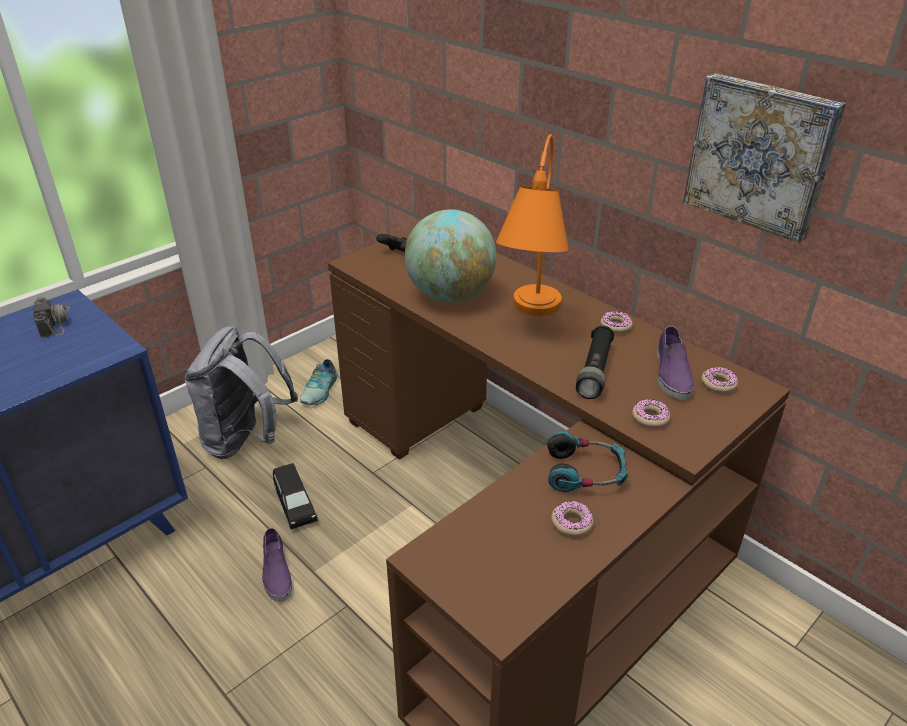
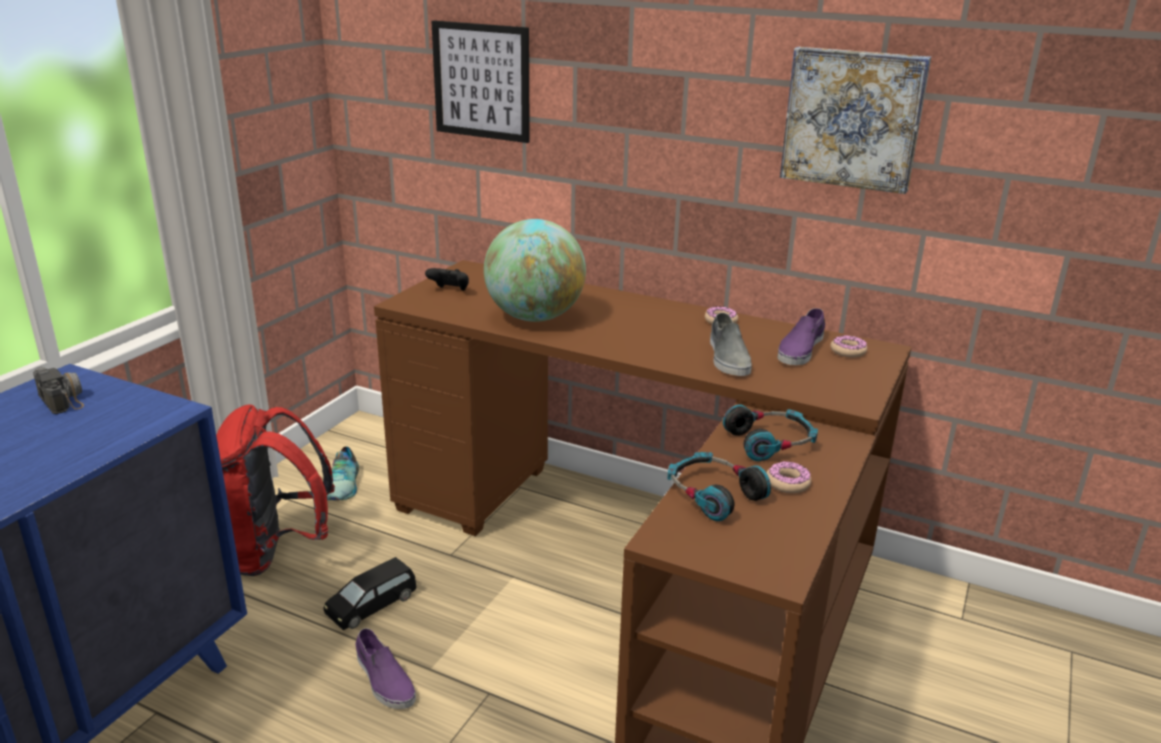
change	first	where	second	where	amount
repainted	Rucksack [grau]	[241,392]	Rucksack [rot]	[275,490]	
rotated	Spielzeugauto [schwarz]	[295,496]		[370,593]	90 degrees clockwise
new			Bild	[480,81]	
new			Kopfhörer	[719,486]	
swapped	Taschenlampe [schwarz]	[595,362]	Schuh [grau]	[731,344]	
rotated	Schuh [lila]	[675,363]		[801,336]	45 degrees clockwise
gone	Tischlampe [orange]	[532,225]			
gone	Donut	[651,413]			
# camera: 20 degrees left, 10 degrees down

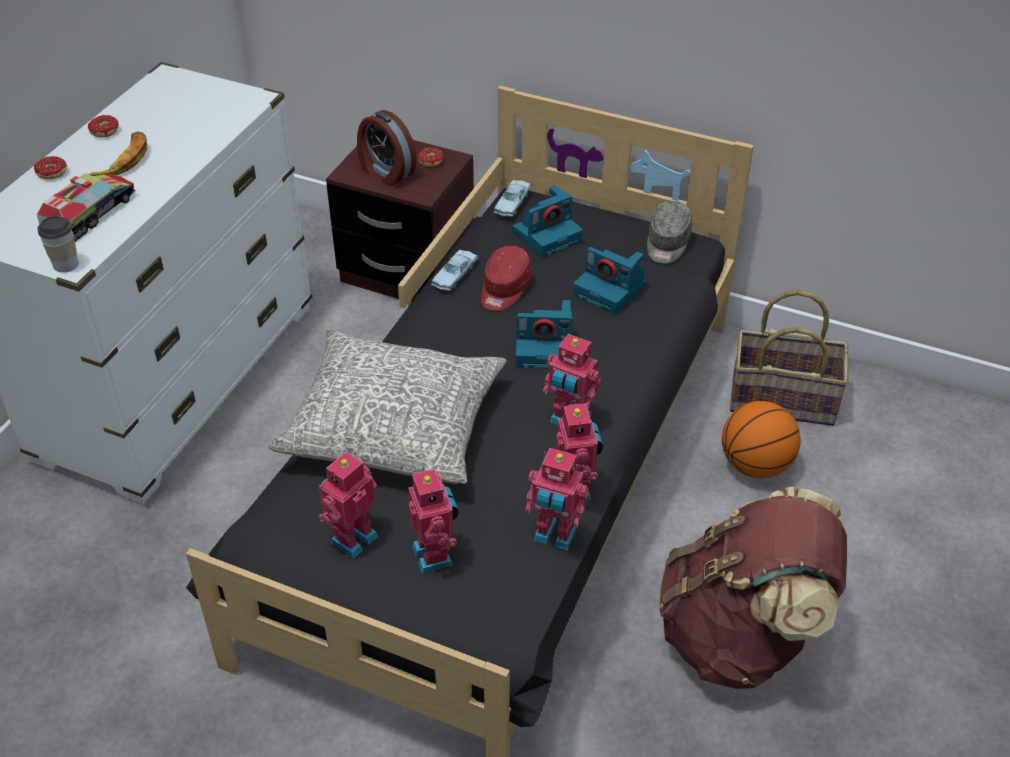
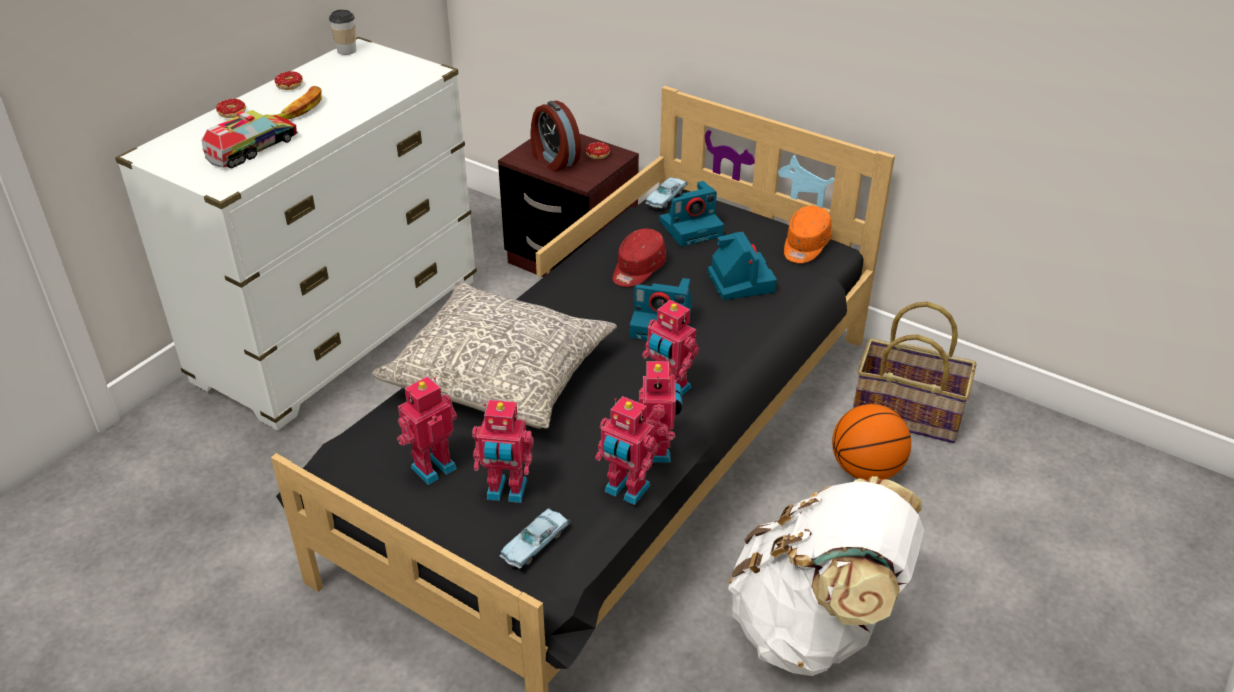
change	first	where	second	where	amount
shifted	Tasse	[58,244]		[342,32]	
rotated	Spielzeugroboter	[434,520]		[503,451]	105 degrees clockwise
shifted	Spielzeugauto [blau]	[455,270]		[535,538]	
rotated	Kamera	[609,281]		[742,266]	150 degrees counterclockwise
repainted	Rucksack [braun]	[753,588]	Rucksack [weiß]	[826,576]	
repainted	Kappe [grau]	[669,232]	Kappe [orange]	[808,234]	
# camera: 10 degrees right, 5 degrees down

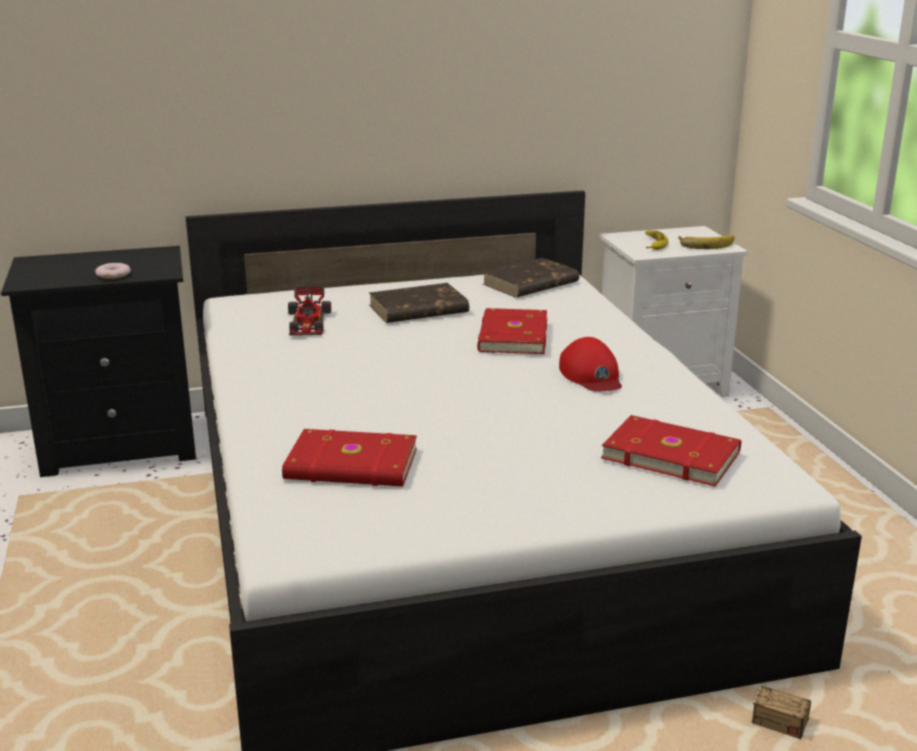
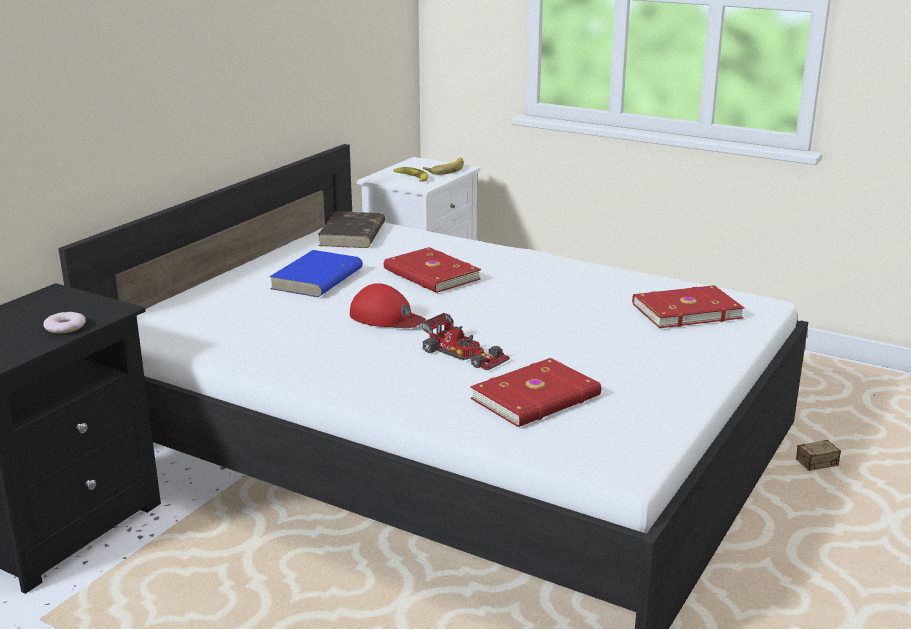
change	first	where	second	where	amount
repainted	Buch [braun]	[419,303]	Buch [blau]	[316,273]	
shifted	Kappe [rot]	[590,364]		[388,305]	
shifted	Spielzeugauto	[309,311]		[466,341]	
# camera: 45 degrees left, 0 degrees up

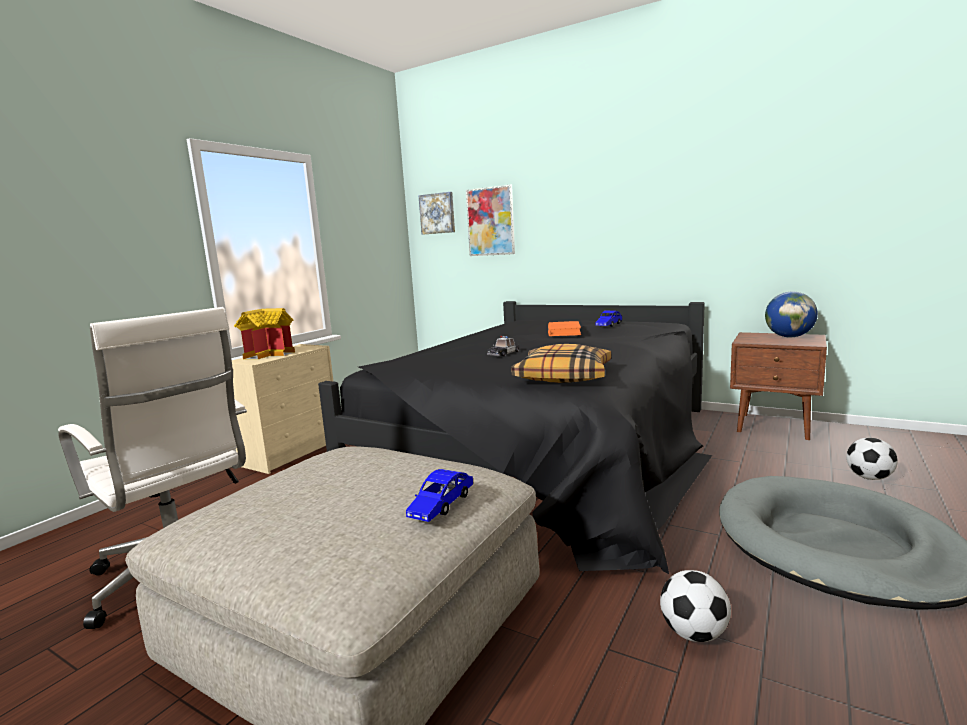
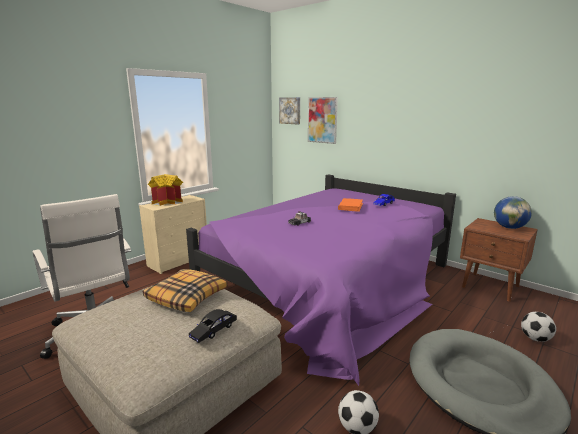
change	first	where	second	where	amount
shifted	Kissen	[561,363]		[185,290]	
repainted	Bett [schwarz]	[515,437]	Bett [lila]	[321,280]	
repainted	Spielzeugauto [blau]	[439,495]	Spielzeugauto [schwarz]	[213,326]	
# camera: 10 degrees right, 5 degrees up

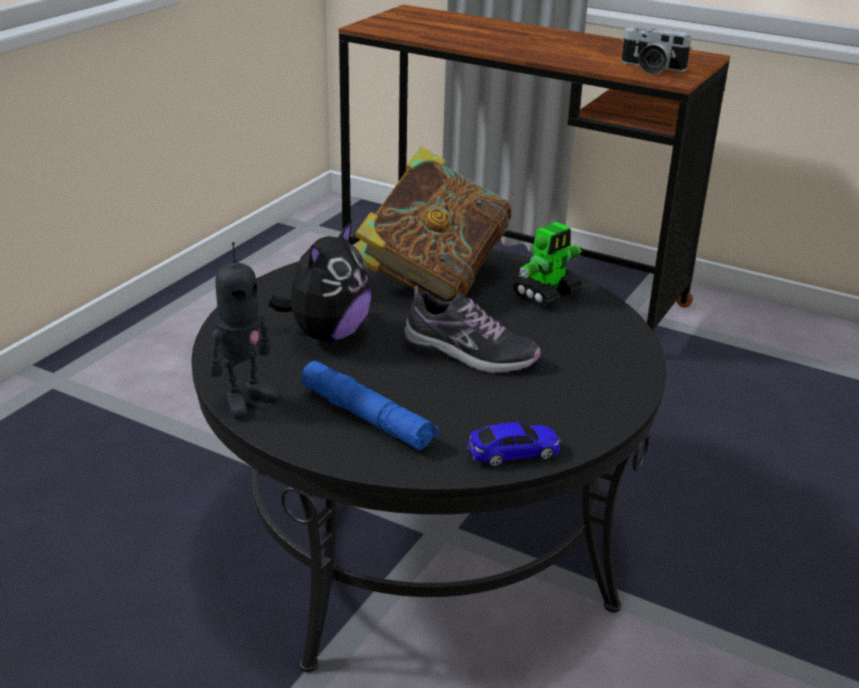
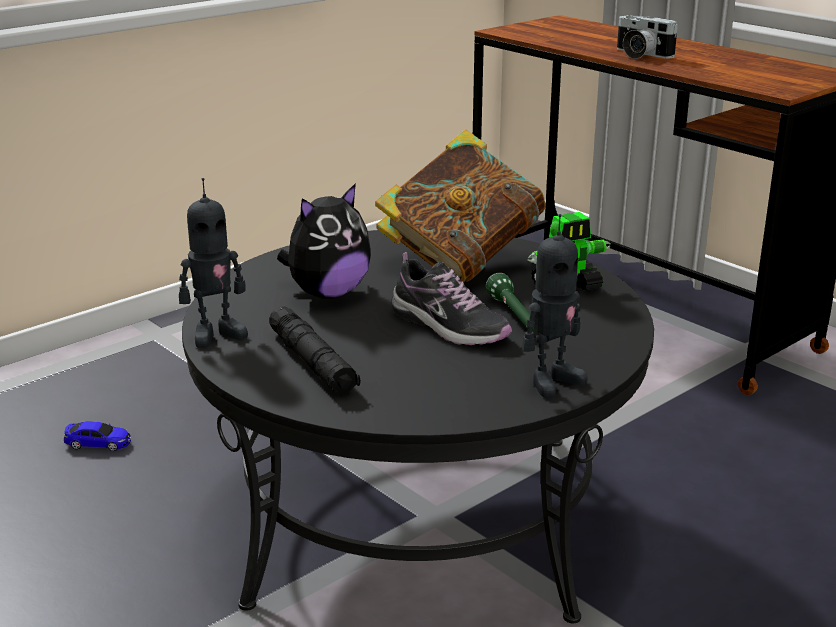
change	first	where	second	where	amount
shifted	Spielzeugauto	[514,444]		[97,436]	
repainted	Taschenlampe [blau]	[370,405]	Taschenlampe [schwarz]	[315,350]	
new			Taschenlampe [grün]	[510,302]	
new			Spielzeugroboter	[555,306]	
shifted	Kamera	[656,50]		[647,37]	
# camera: 20 degrees right, 5 degrees down

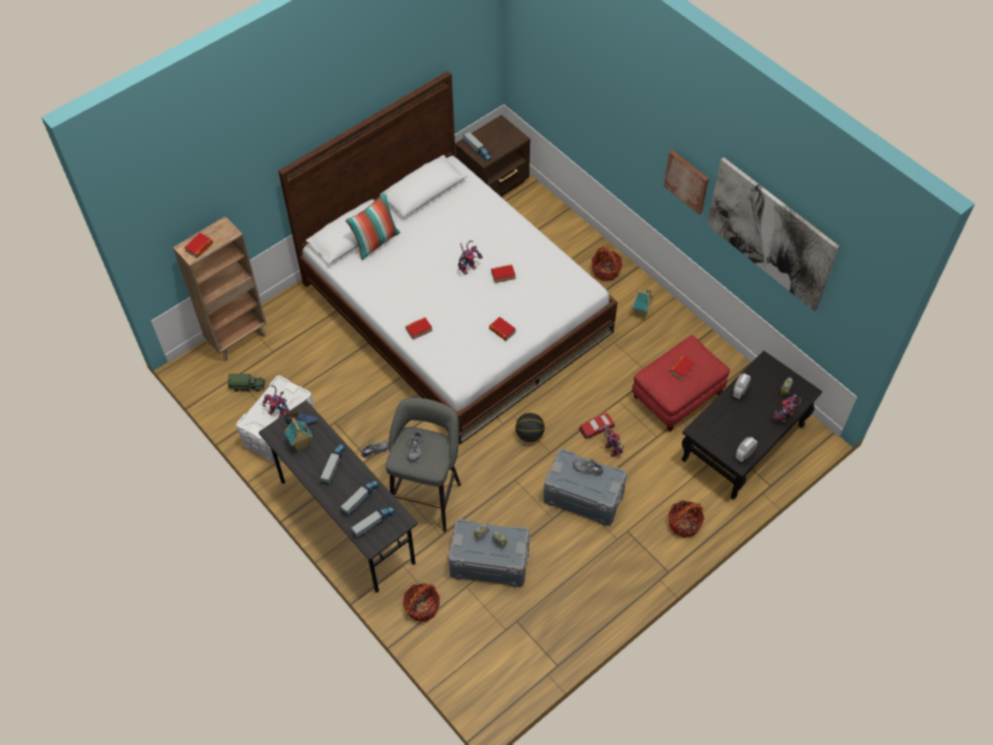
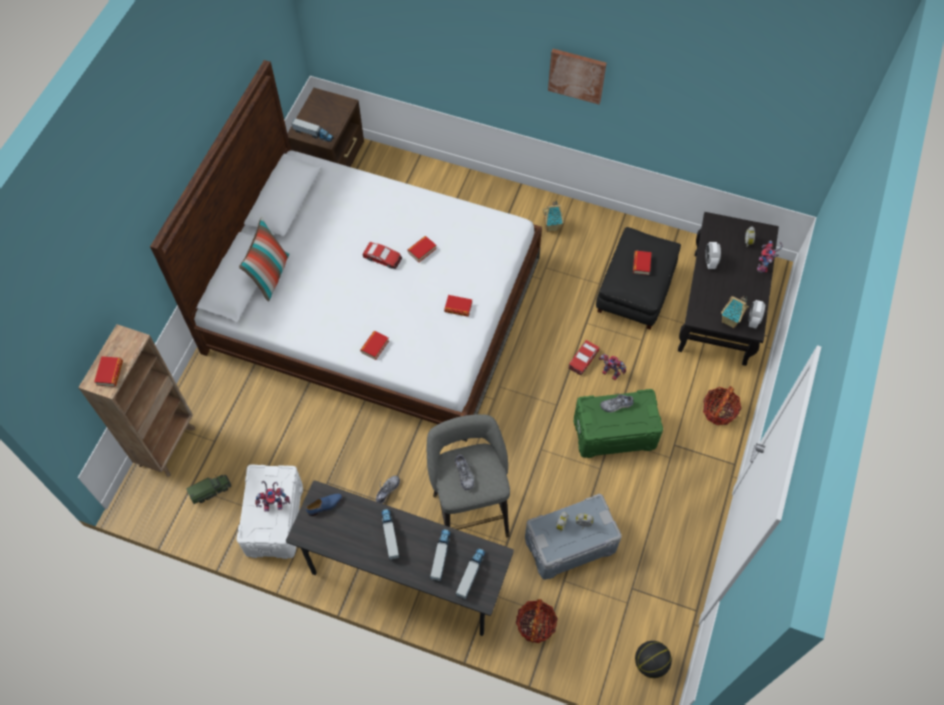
change	first	where	second	where	amount
swapped	Spielzeugroboter	[470,258]	Spielzeugauto	[382,255]	
repainted	Aufbewahrungsbox [grau]	[585,487]	Aufbewahrungsbox [grün]	[618,423]	
repainted	Polsterhocker [rot]	[681,383]	Polsterhocker [schwarz]	[638,278]	
shifted	Basketball	[530,427]		[653,659]	
shifted	Spielzeughaus	[299,435]		[735,312]	
gone	Korb	[607,264]			
gone	Bild	[773,234]			
# camera: 30 degrees left, 5 degrees up

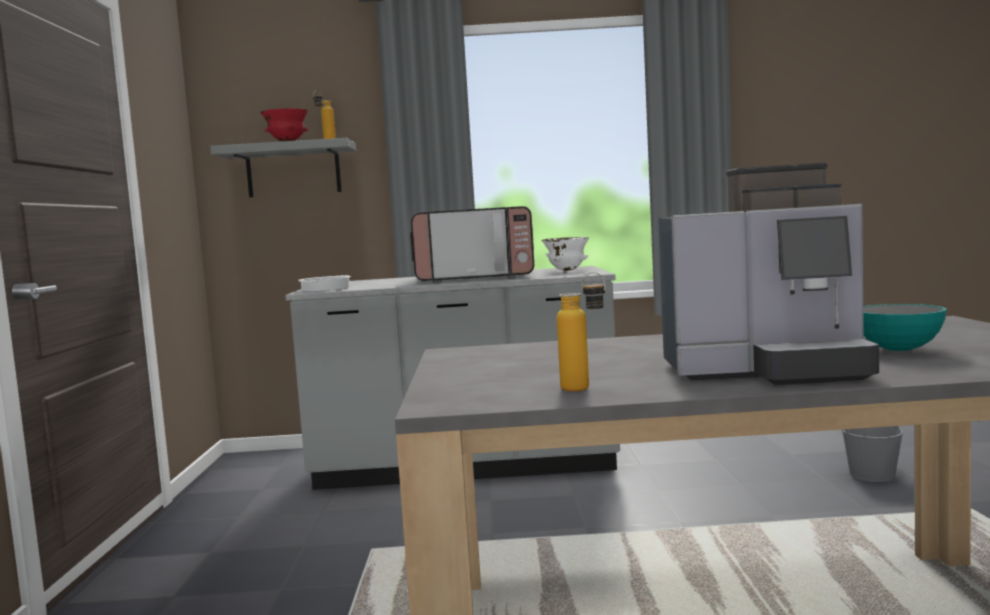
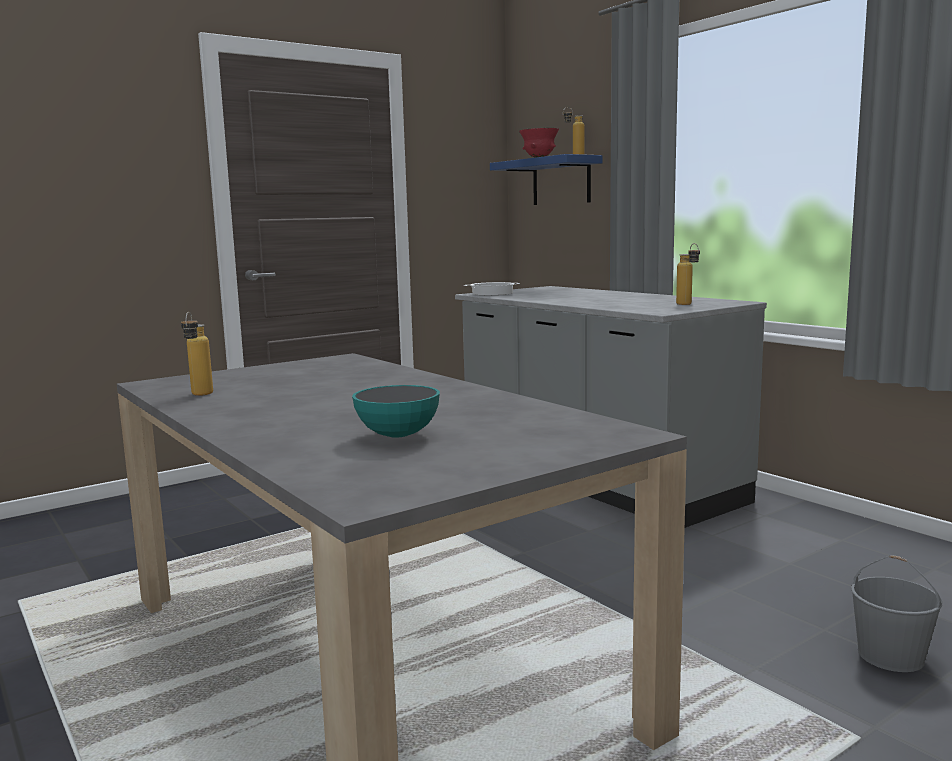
change	first	where	second	where	amount
repainted	Wandregal [grau]	[283,167]	Wandregal [blau]	[546,179]	
swapped	Schüssel [weiß]	[565,254]	Flasche	[688,274]	
gone	Mikrowelle	[472,244]			
gone	Kaffeemaschine	[768,274]			
# camera: 55 degrees right, 5 degrees up

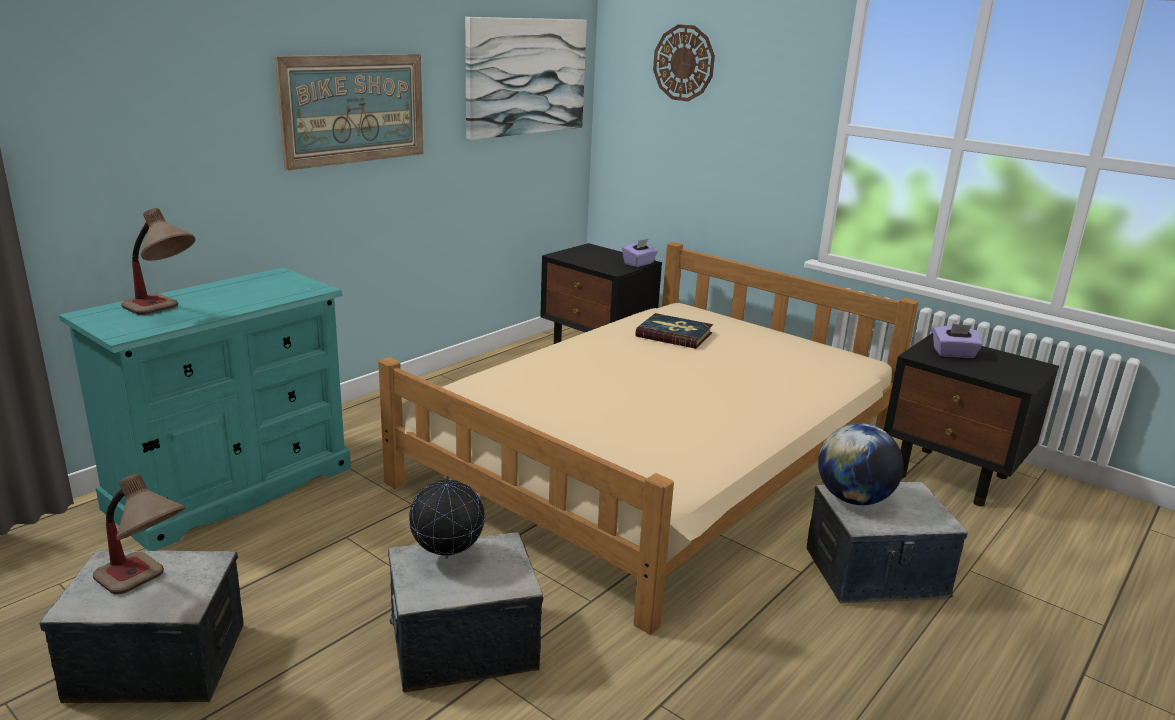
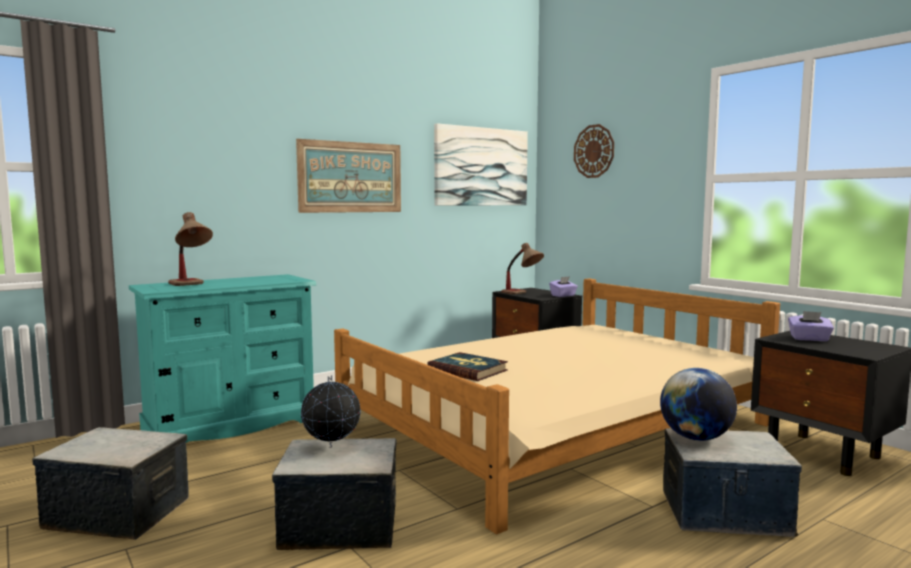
change	first	where	second	where	amount
shifted	Buch	[674,331]		[467,366]	
shifted	Tischlampe	[139,534]		[522,268]	
# camera: 15 degrees right, 15 degrees down

